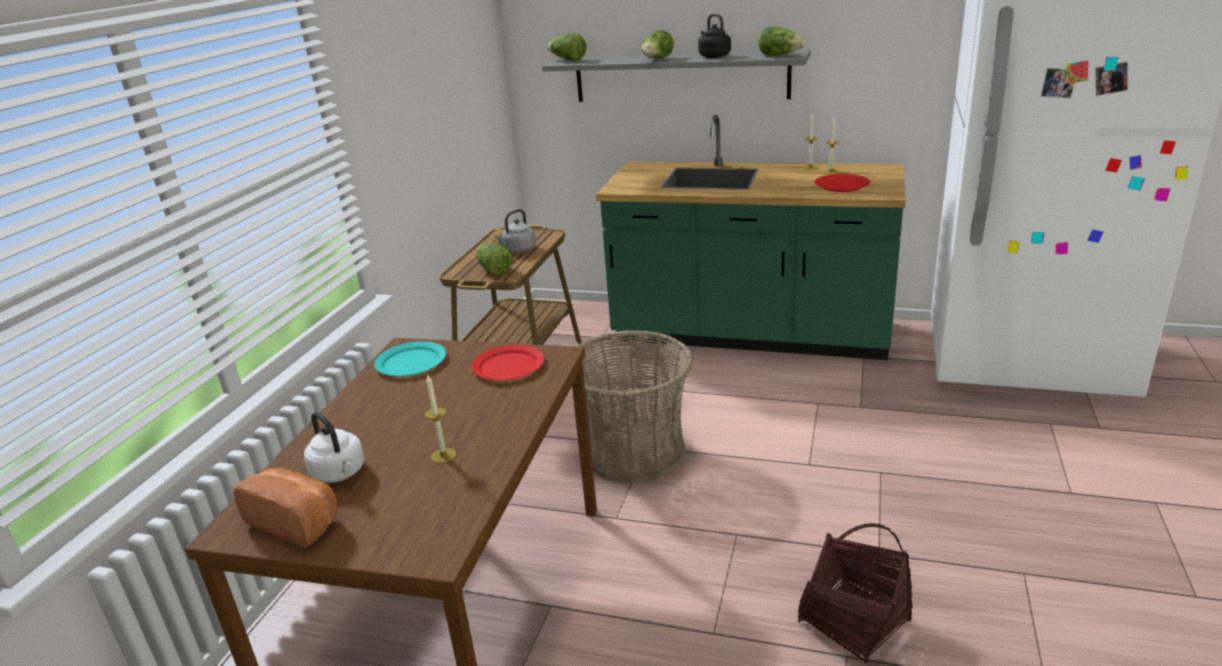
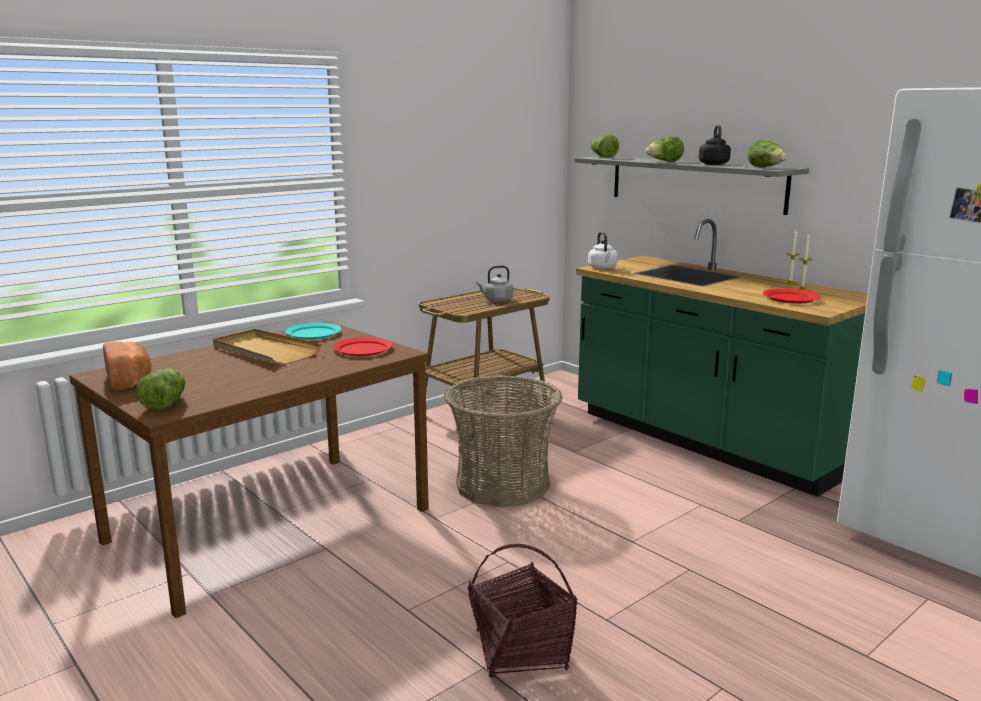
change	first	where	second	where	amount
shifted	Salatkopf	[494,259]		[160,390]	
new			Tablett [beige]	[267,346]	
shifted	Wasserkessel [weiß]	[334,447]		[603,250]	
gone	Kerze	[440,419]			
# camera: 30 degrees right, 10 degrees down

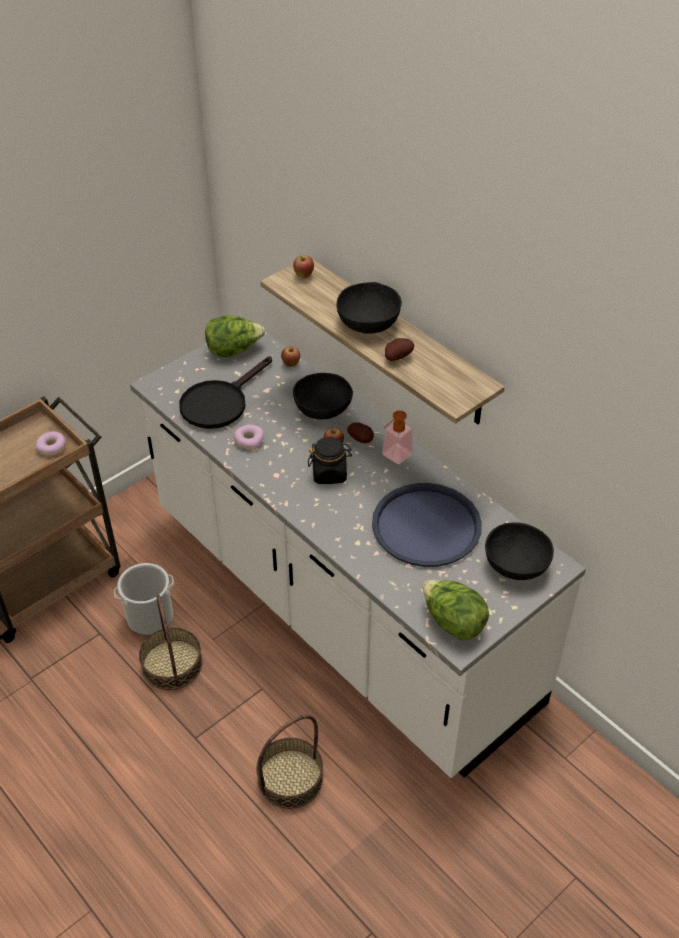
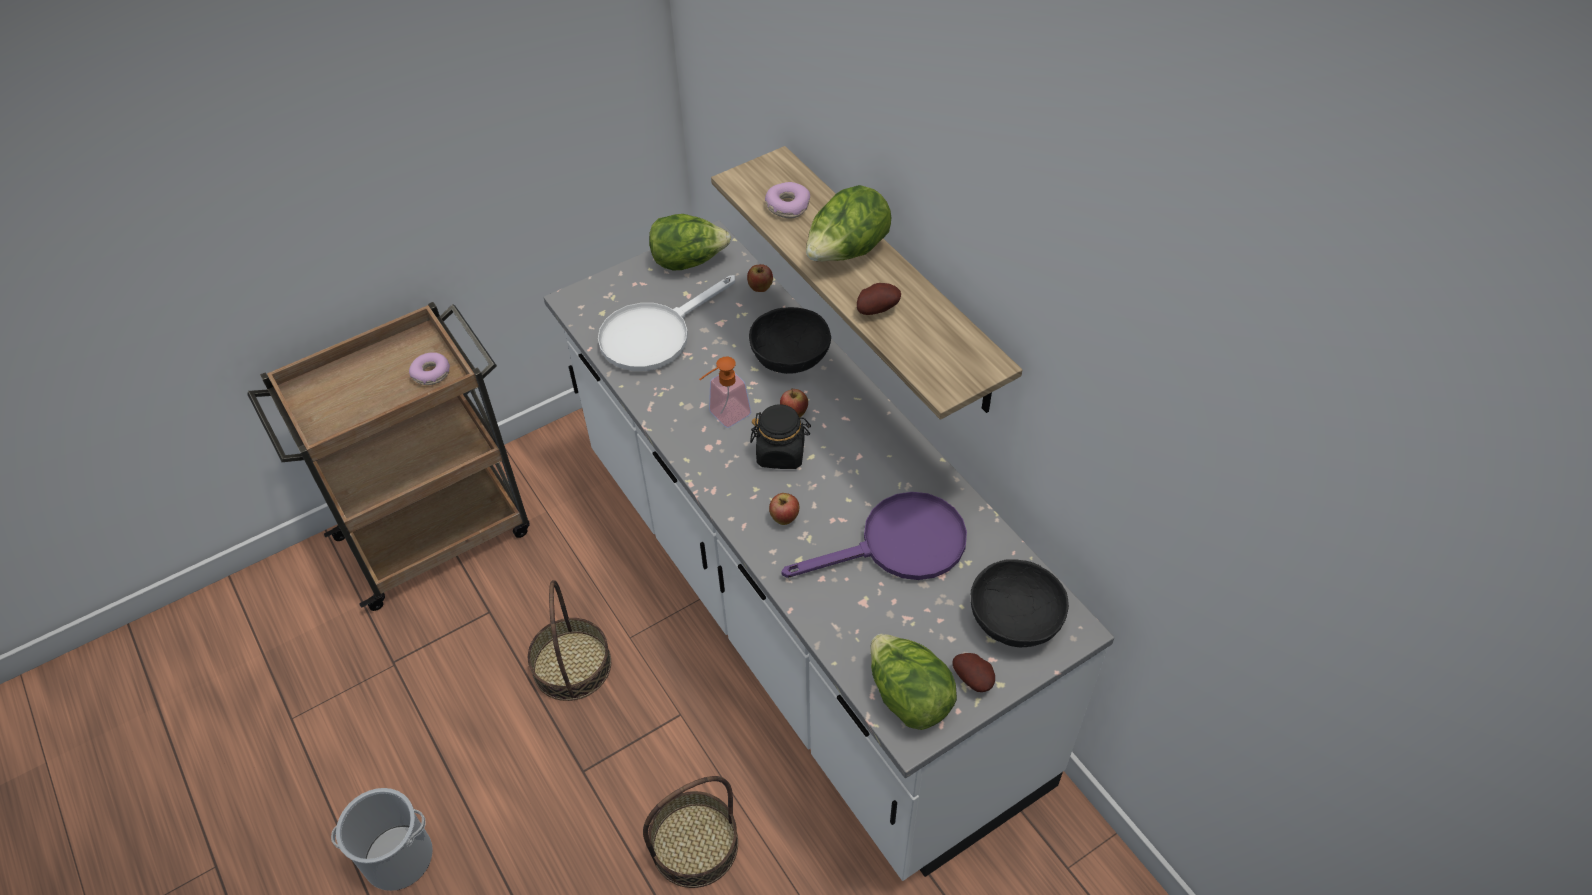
change	first	where	second	where	amount
shifted	Eimer	[144,599]		[382,839]	
repainted	Pfanne [schwarz]	[225,392]	Pfanne [weiß]	[666,323]	
shifted	Seifenspender	[397,437]		[725,392]	
shifted	Donut	[249,437]		[787,200]	
shifted	Apfel	[303,266]		[784,509]	
swapped	Tablett [blau]	[427,525]	Pfanne [lila]	[874,536]	
swapped	Schüssel [schwarz]	[369,308]	Salatkopf	[849,223]	
shifted	Kartoffel	[360,432]		[973,672]	
# camera: 10 degrees right, 5 degrees up

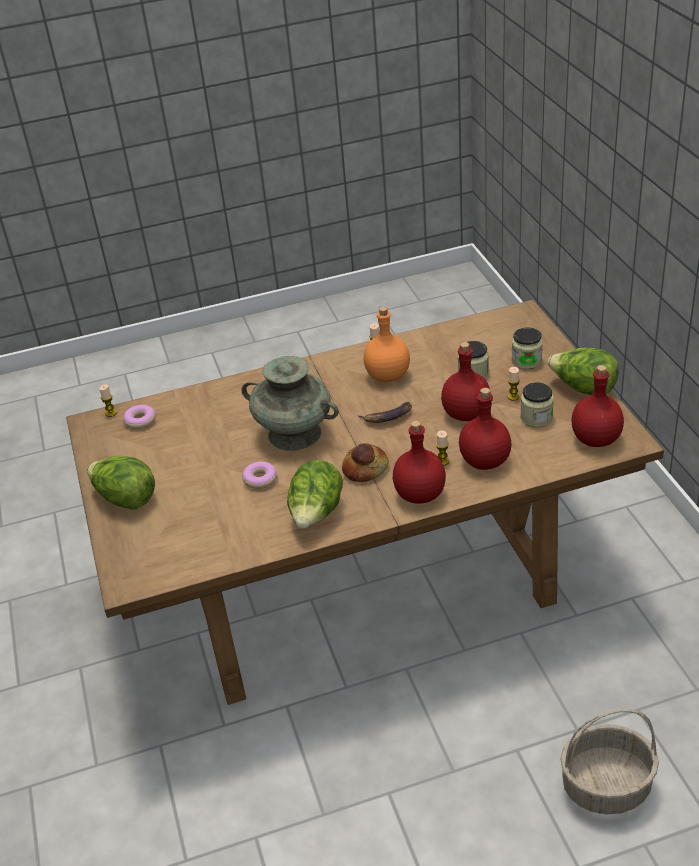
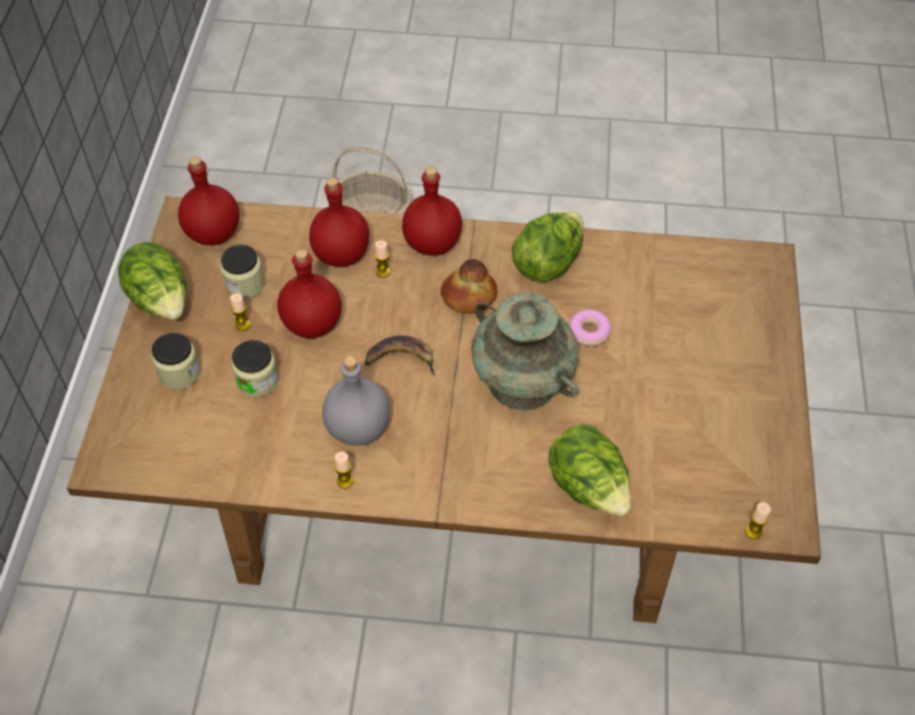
change	first	where	second	where	amount
repainted	Flasche [orange]	[387,344]	Flasche [grau]	[356,401]	
shifted	Salatkopf	[121,482]		[590,470]	
gone	Donut	[139,417]			
# camera: 160 degrees left, 15 degrees up

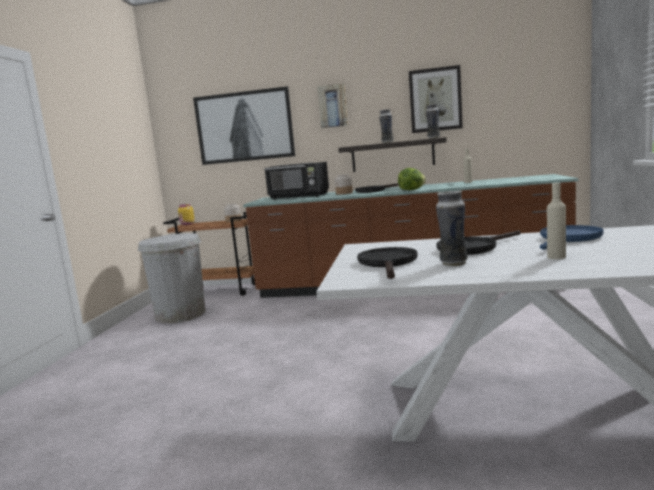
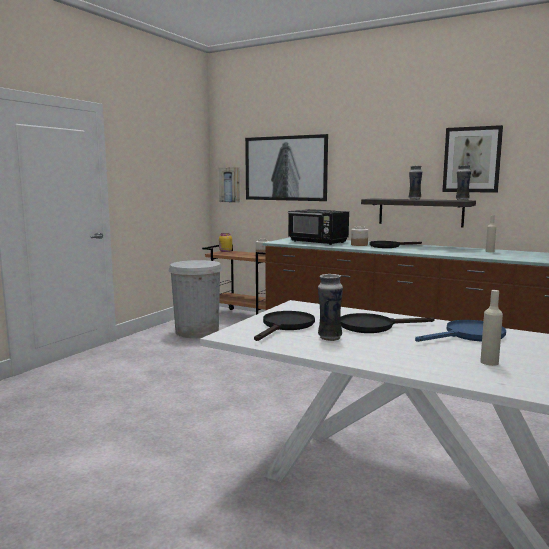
change	first	where	second	where	amount
shifted	Bild	[332,106]		[229,185]	
shifted	Flasche [beige]	[556,221]		[491,328]	
gone	Salatkopf	[412,179]			
# camera: 20 degrees right, 0 degrees up

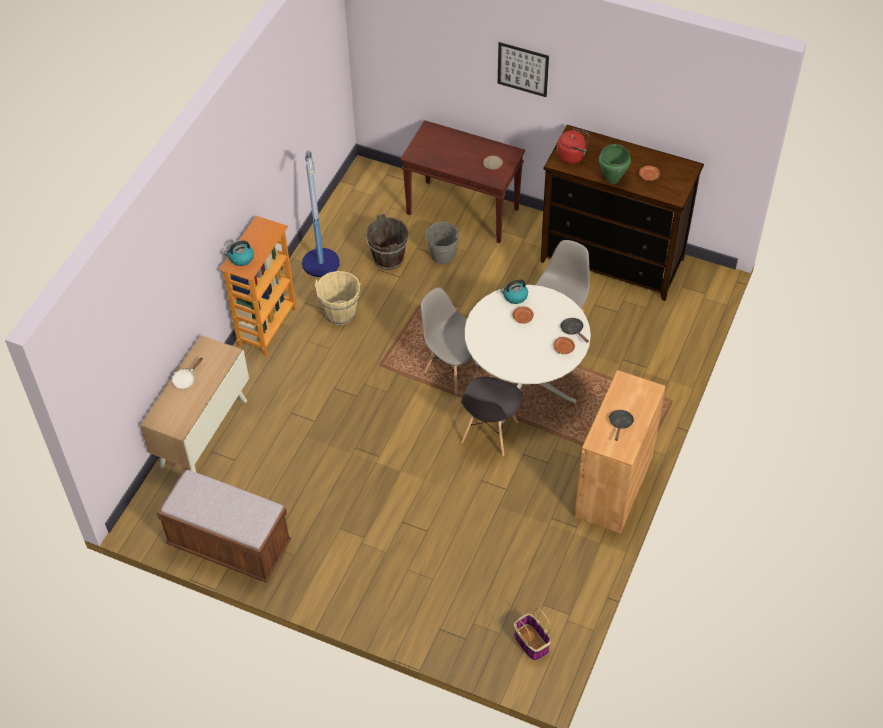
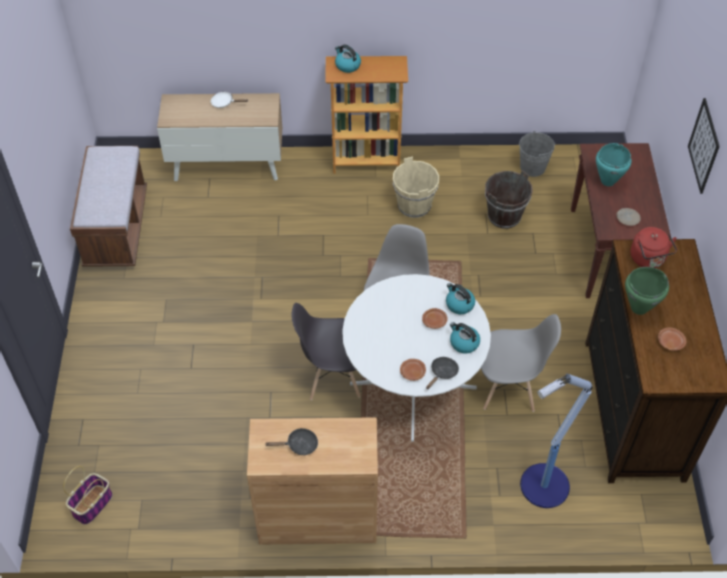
change	first	where	second	where	amount
new			Wasserkessel	[465,338]	
shifted	Eimer [grau]	[442,243]		[537,154]	
shifted	Stehlampe	[321,214]		[556,441]	
new			Kochtopf [türkis]	[613,164]	
# camera: 65 degrees right, 0 degrees up

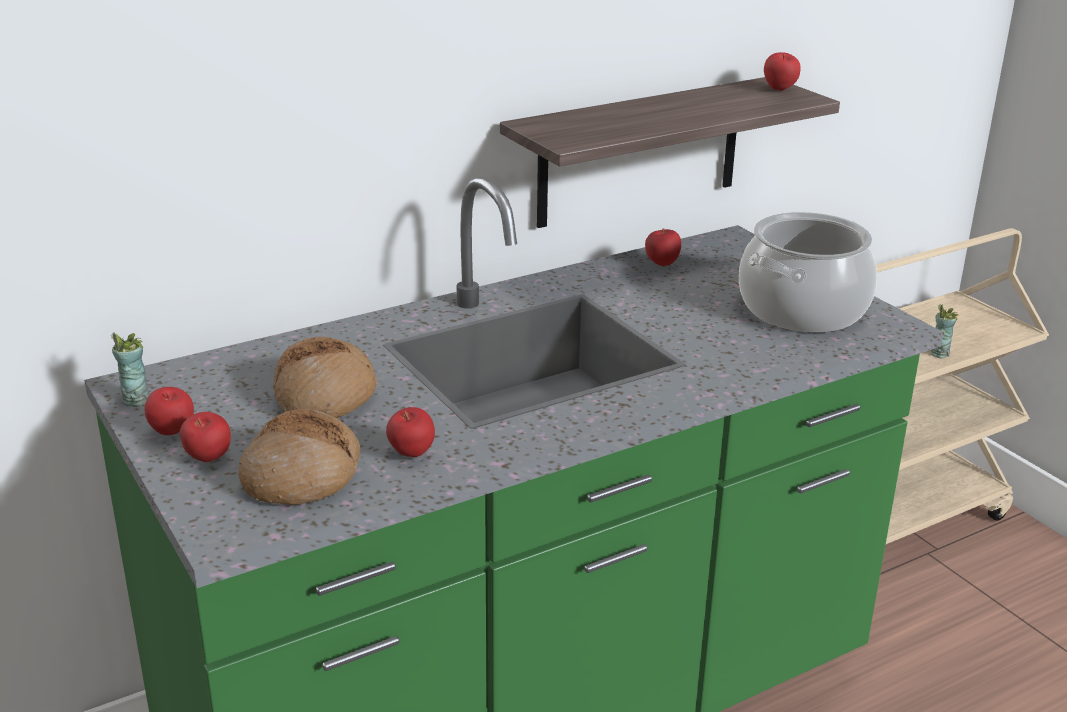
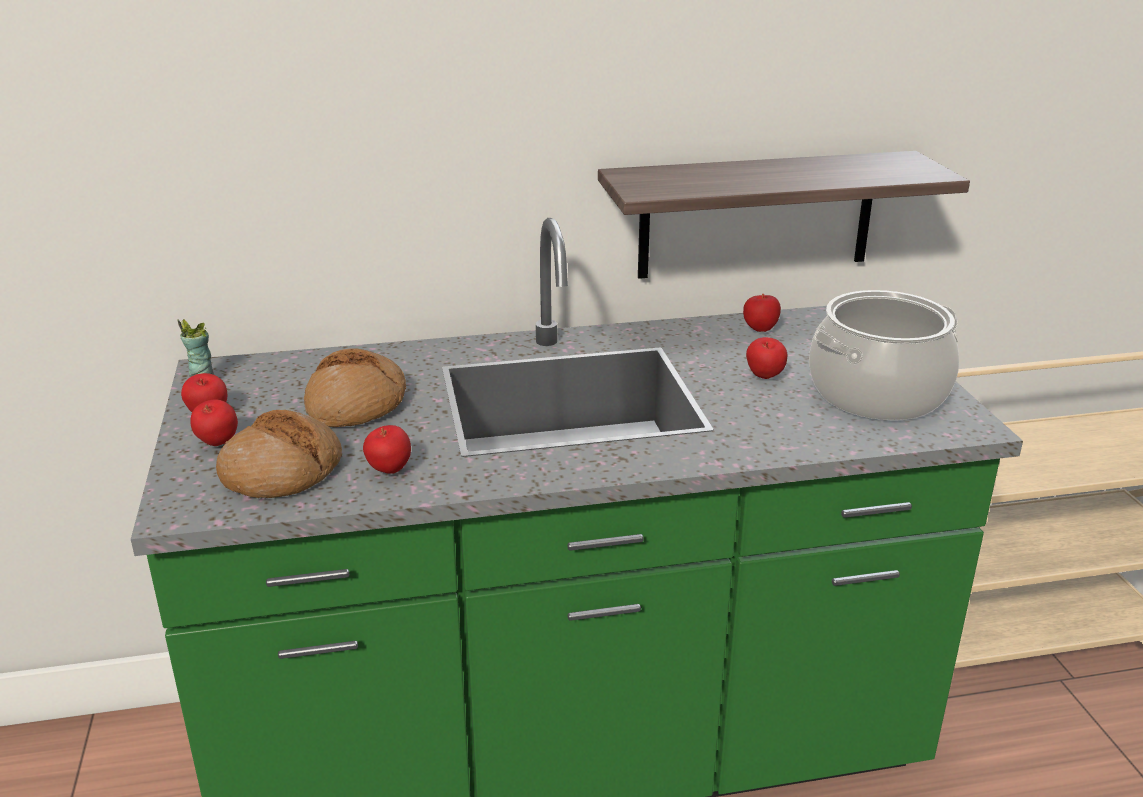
change	first	where	second	where	amount
shifted	Apfel	[782,71]		[766,358]	
gone	Tasse	[944,331]			
# camera: 20 degrees right, 0 degrees up

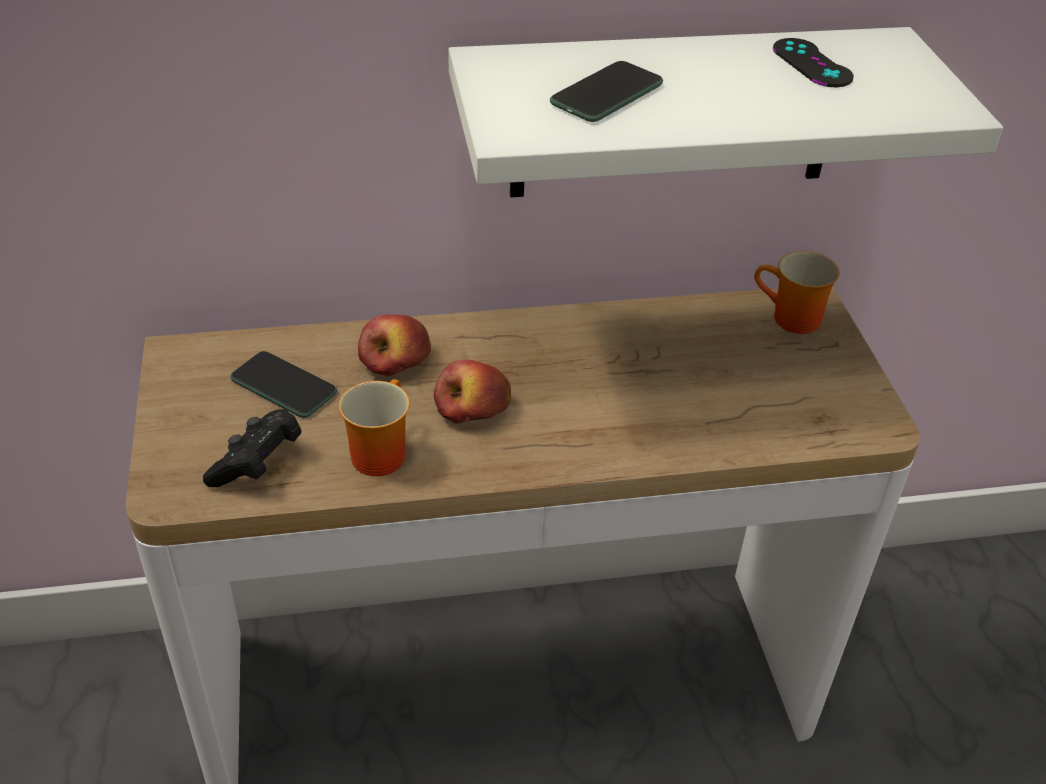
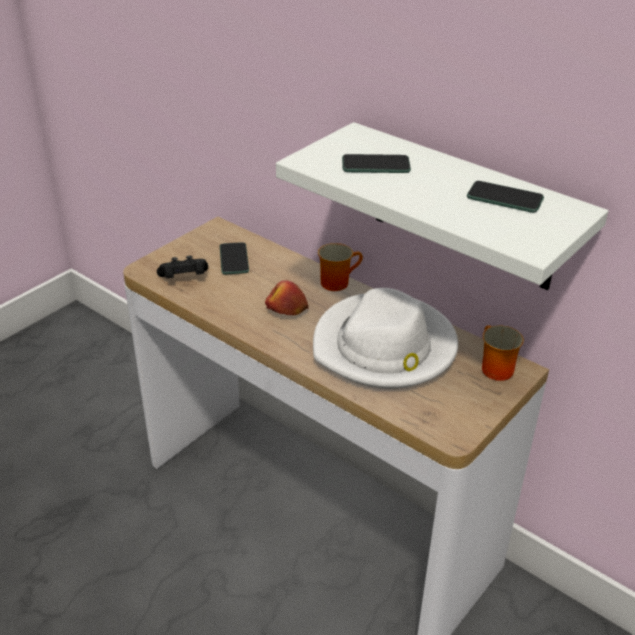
change	first	where	second	where	amount
new			Hut [weiß]	[385,338]	
shifted	Henkelbecher	[374,427]		[340,267]	
swapped	Gamepad [schwarz]	[813,62]	Handy	[505,197]	
gone	Apfel	[394,345]			
# camera: 50 degrees right, 5 degrees down

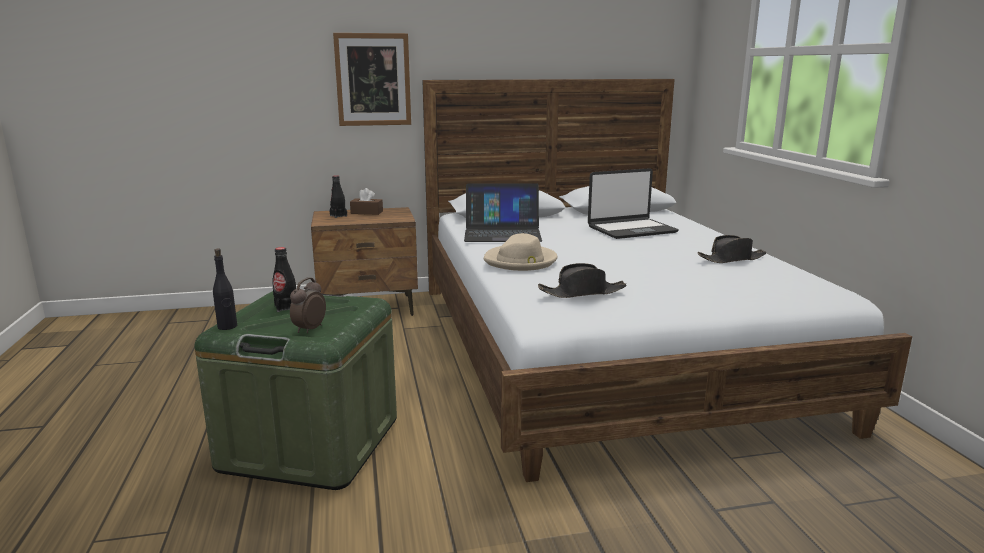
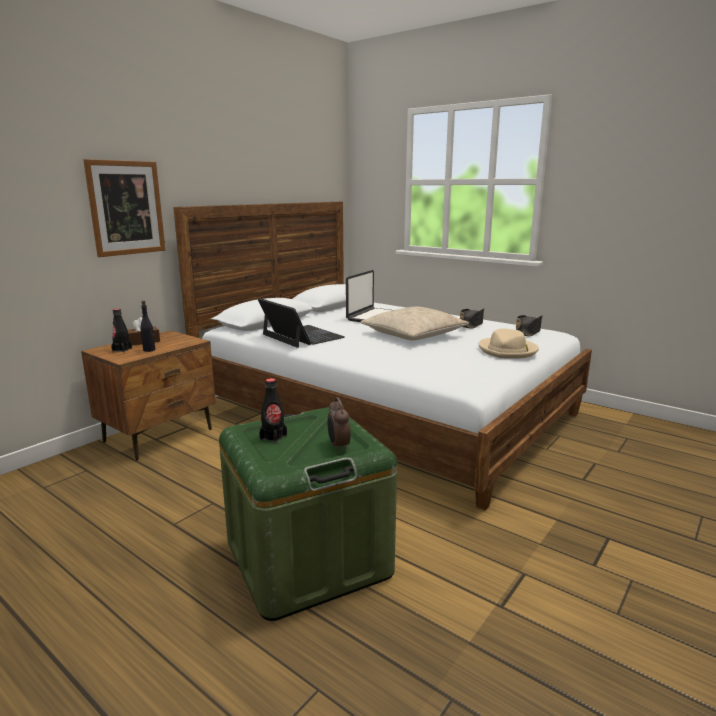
change	first	where	second	where	amount
shifted	Flasche [schwarz]	[225,289]		[147,326]	
rotated	Laptop	[503,213]		[301,323]	90 degrees counterclockwise
new			Kissen [beige]	[414,324]	
shifted	Hut [beige]	[521,252]		[509,344]	
shifted	Hut [schwarz]	[582,280]		[529,325]	
# camera: 40 degrees left, 0 degrees up

